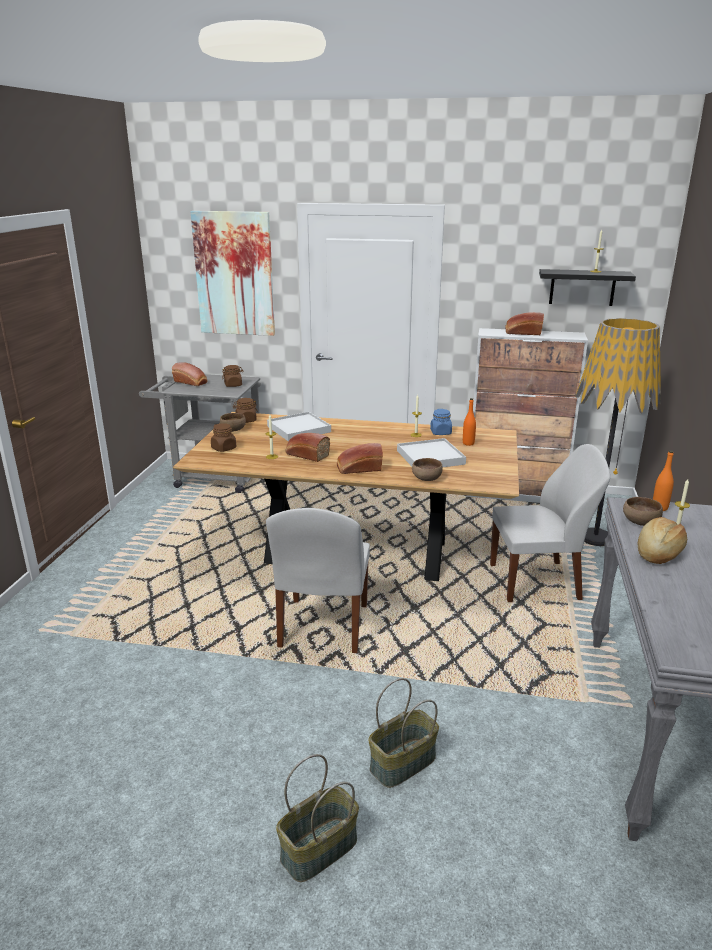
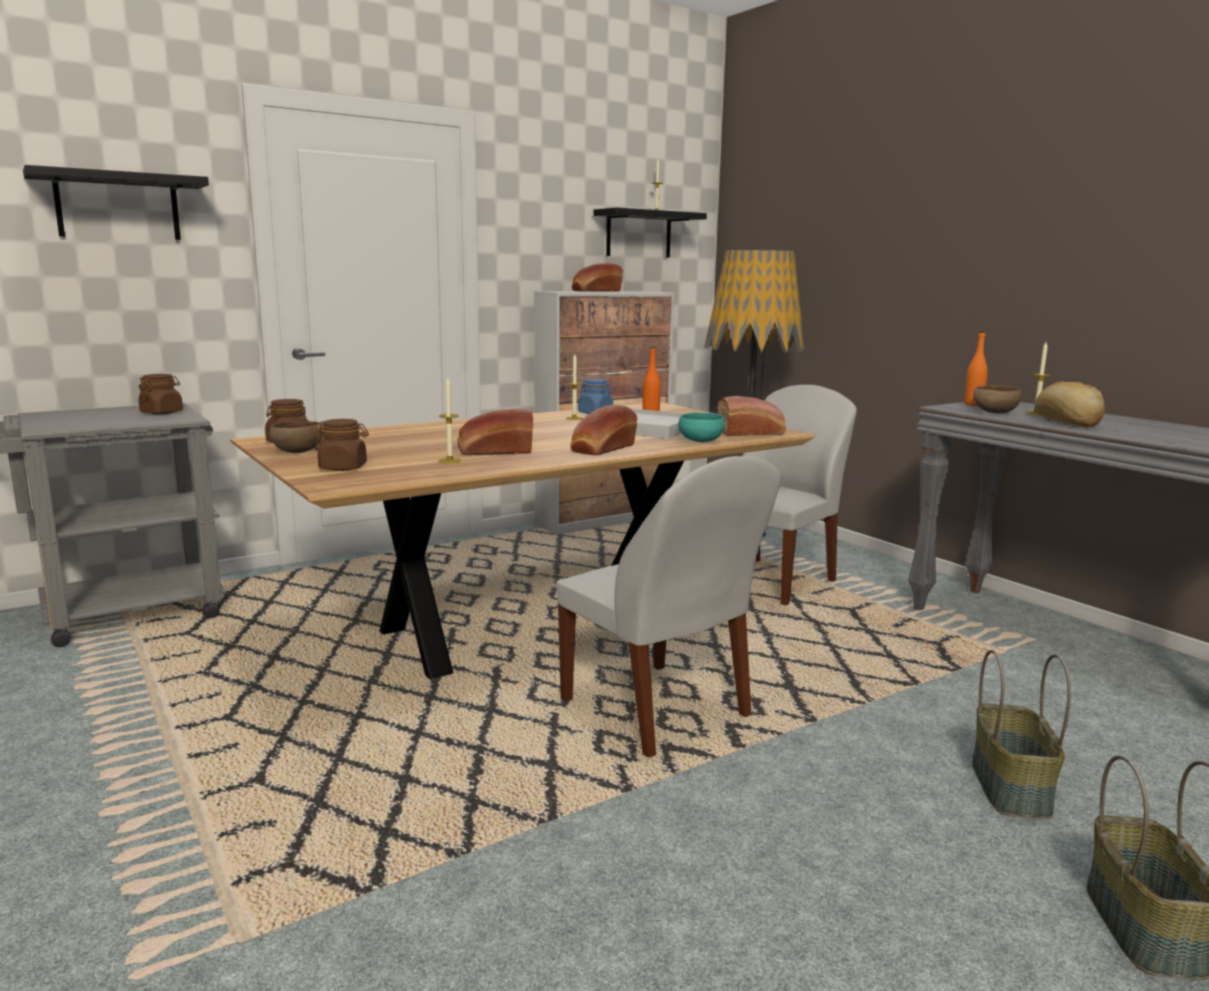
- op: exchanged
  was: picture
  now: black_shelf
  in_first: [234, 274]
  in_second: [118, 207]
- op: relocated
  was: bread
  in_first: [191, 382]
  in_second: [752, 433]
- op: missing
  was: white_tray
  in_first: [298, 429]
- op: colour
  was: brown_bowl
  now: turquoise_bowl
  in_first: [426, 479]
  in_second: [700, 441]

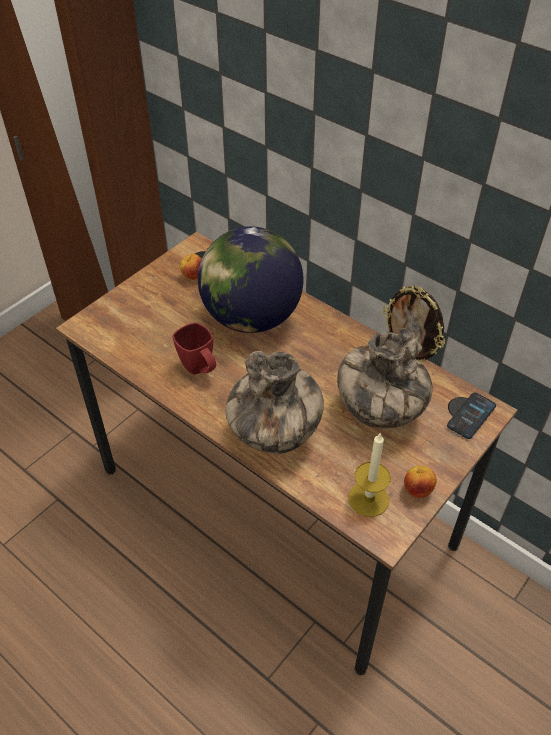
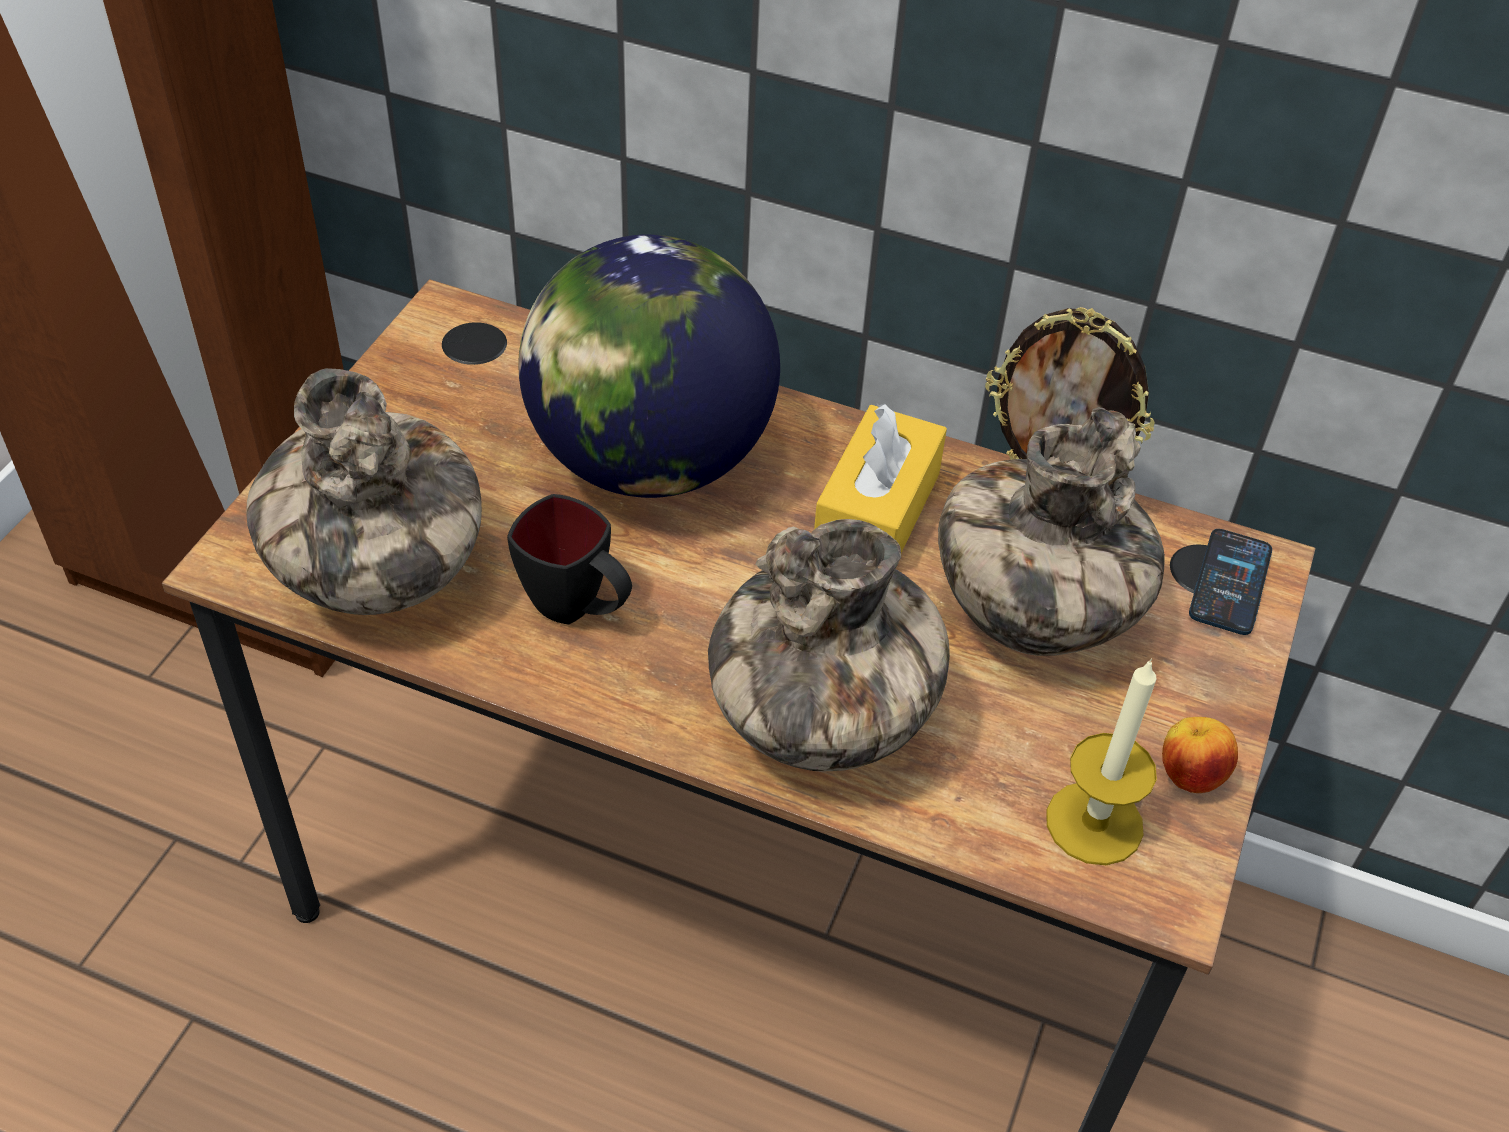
- op: missing
  was: apple
  in_first: [193, 276]
- op: colour
  was: red_mug
  now: black_mug
  in_first: [200, 370]
  in_second: [578, 610]
- op: appeared
  now: vase
  in_second: [380, 578]
- op: appeared
  now: yellow_tissue_box
  in_second: [877, 511]

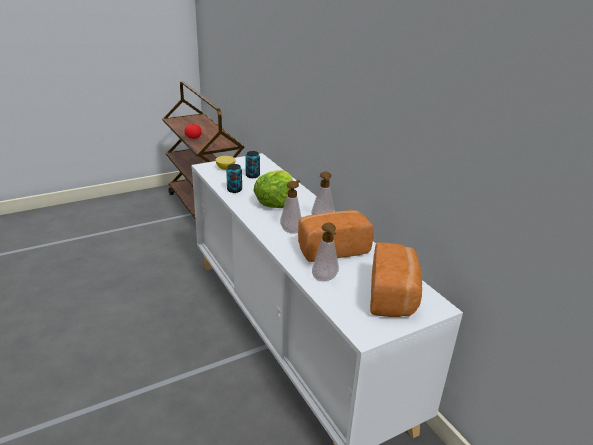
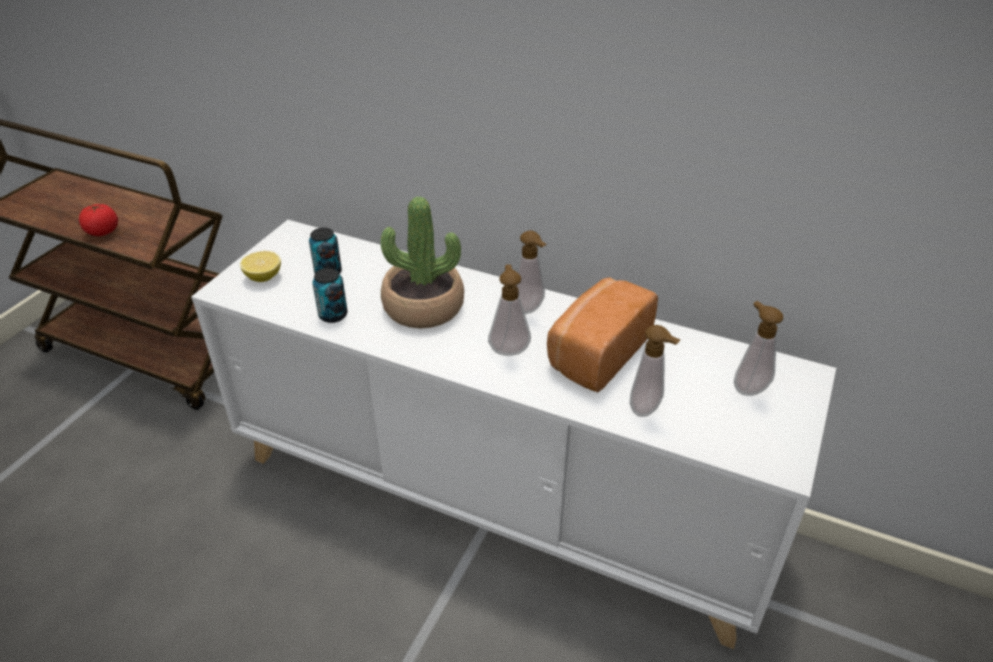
- op: exchanged
  was: lettuce
  now: potted_plant
  in_first: [275, 201]
  in_second: [423, 307]
- op: exchanged
  was: bread
  now: soap_dispenser
  in_first: [393, 296]
  in_second: [748, 387]

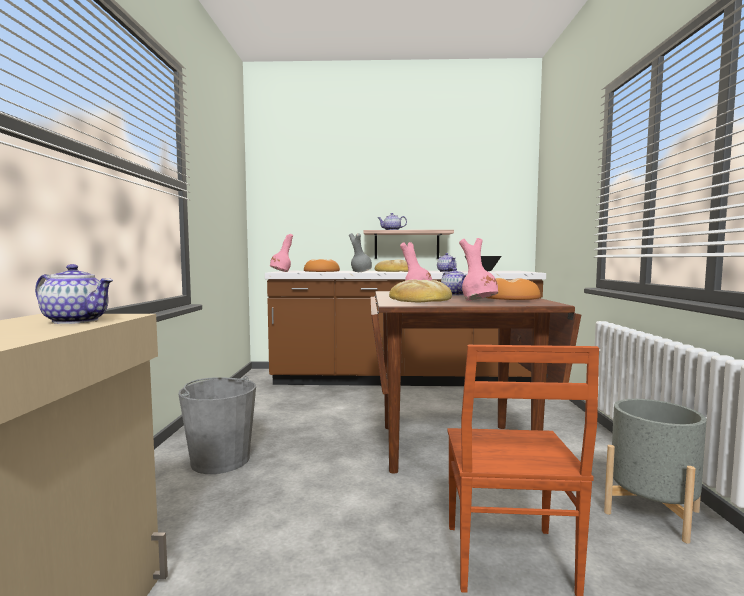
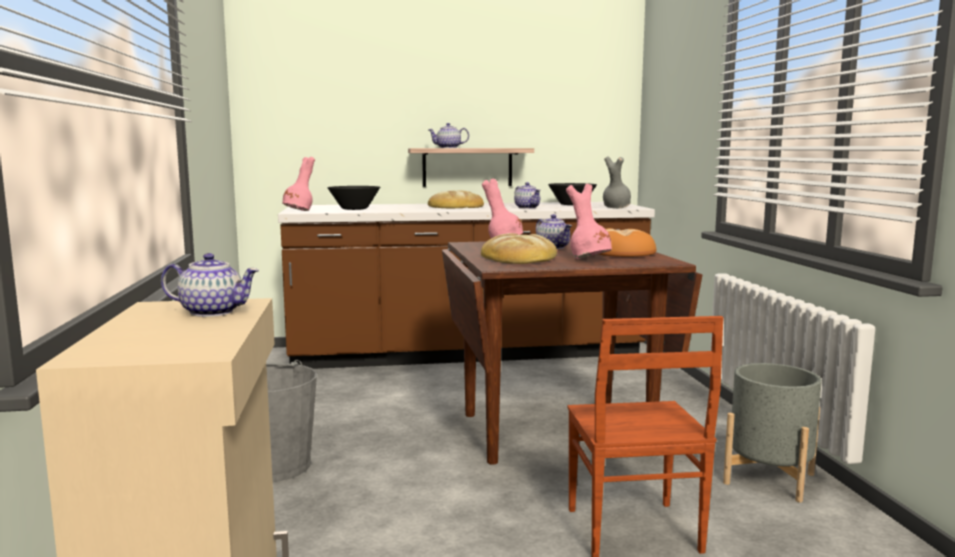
- op: relocated
  was: grey_vase
  in_first: [360, 272]
  in_second: [615, 208]
- op: exchanged
  was: bread
  now: black_bowl
  in_first: [321, 271]
  in_second: [354, 209]

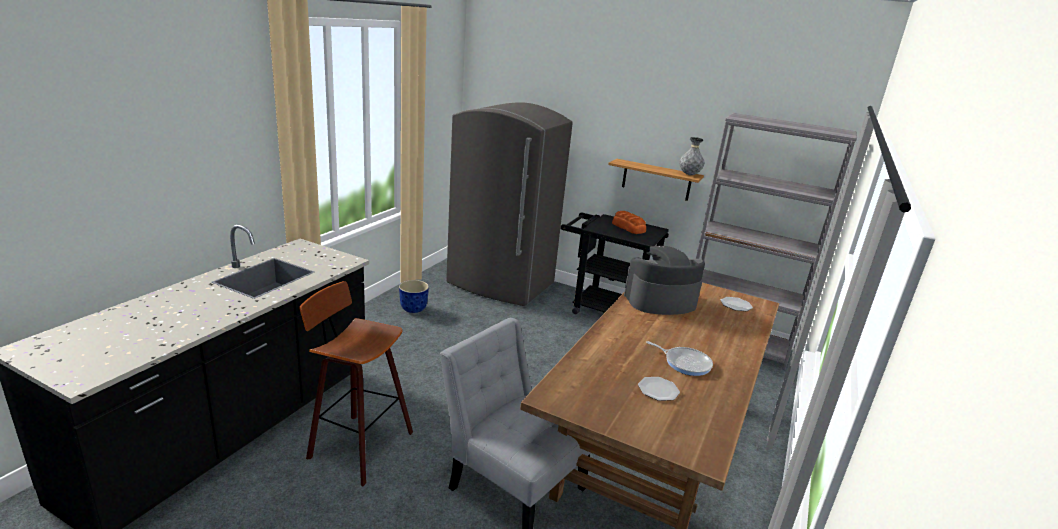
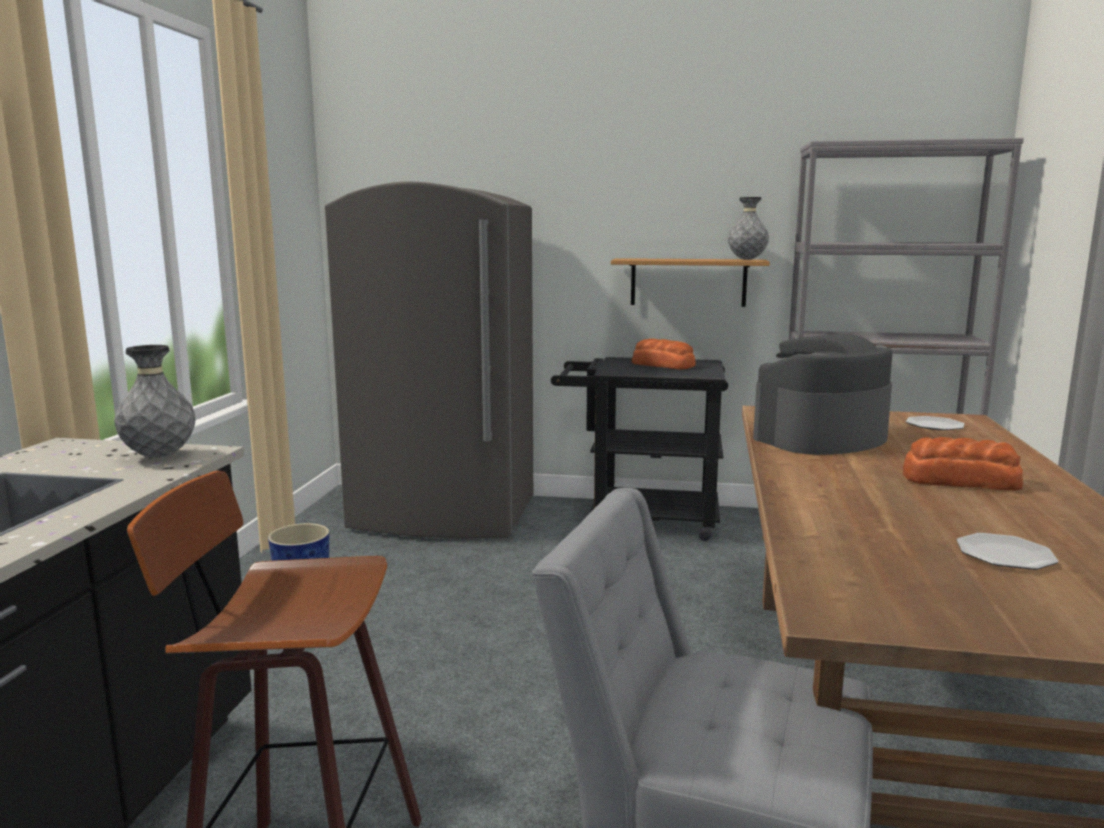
- op: missing
  was: frying_pan
  in_first: [685, 363]
- op: appeared
  now: grey_vase
  in_second: [160, 456]
- op: appeared
  now: bread
  in_second: [958, 480]

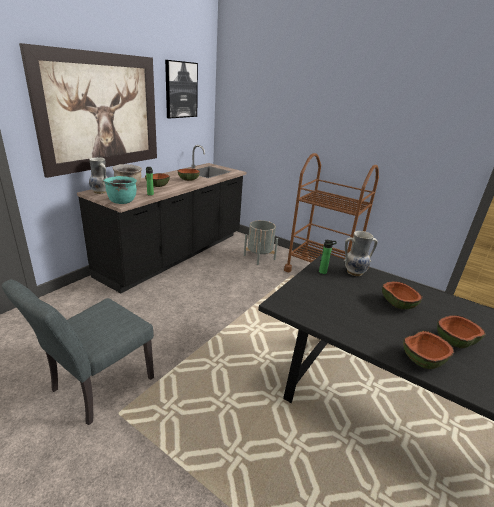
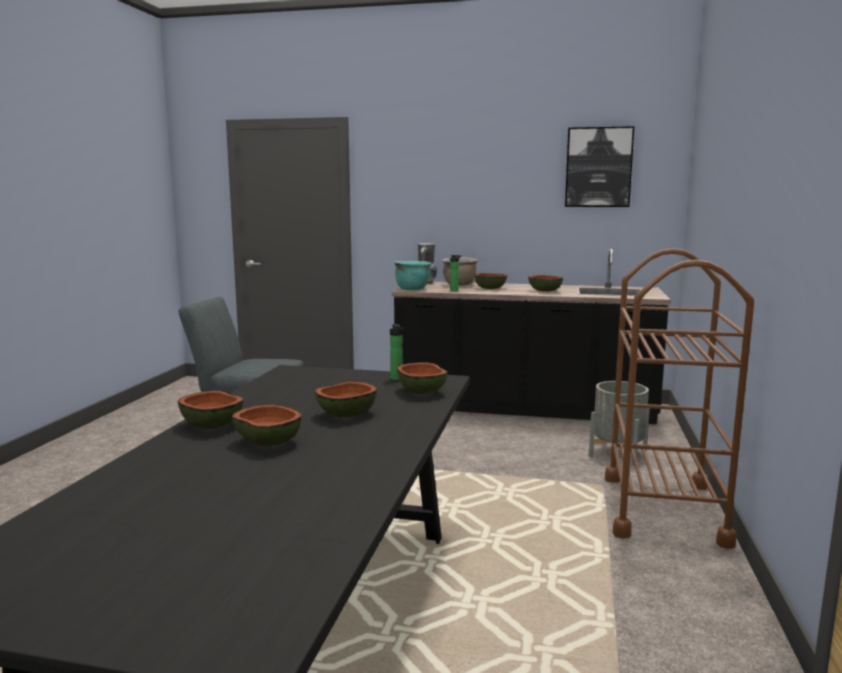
- op: missing
  was: picture
  in_first: [101, 112]
- op: exchanged
  was: vase
  now: bowl
  in_first: [354, 272]
  in_second: [422, 391]

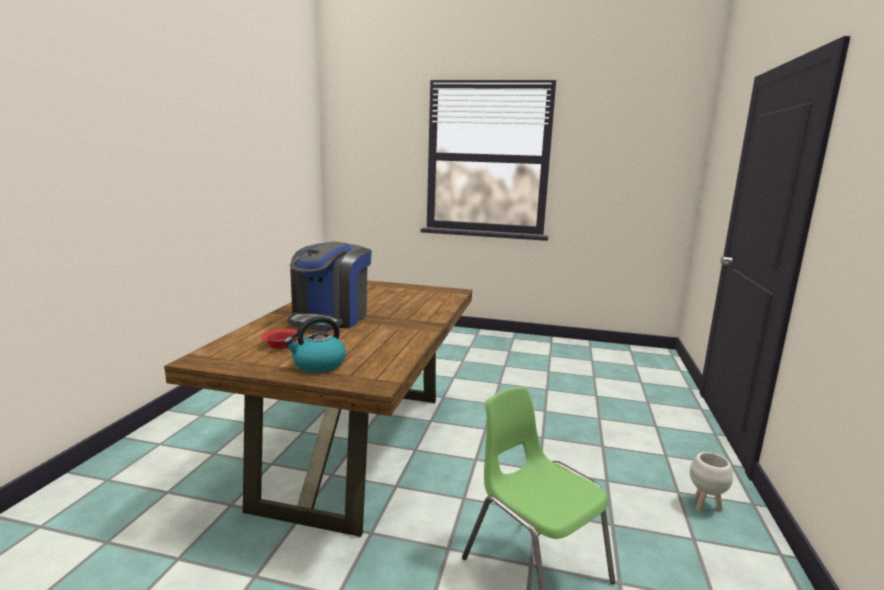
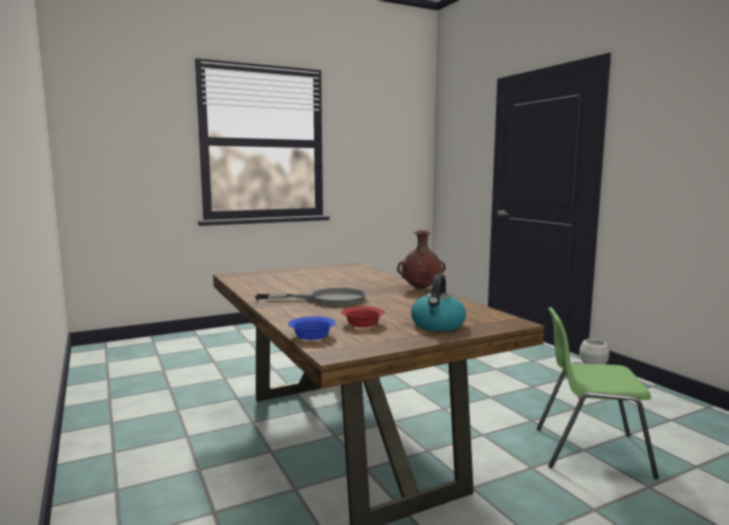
- op: exchanged
  was: coffee_machine
  now: grey_frying_pan
  in_first: [330, 318]
  in_second: [327, 299]
- op: appeared
  now: brown_vase
  in_second: [420, 289]
- op: appeared
  now: blue_bowl
  in_second: [312, 335]

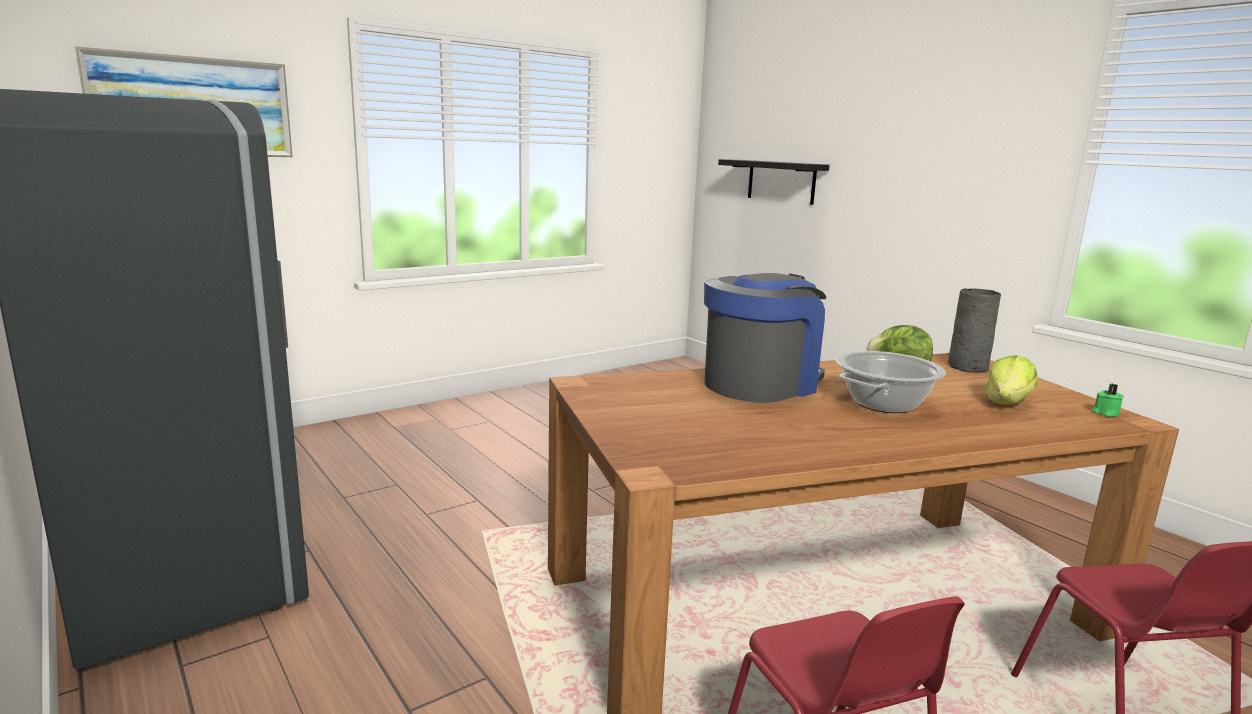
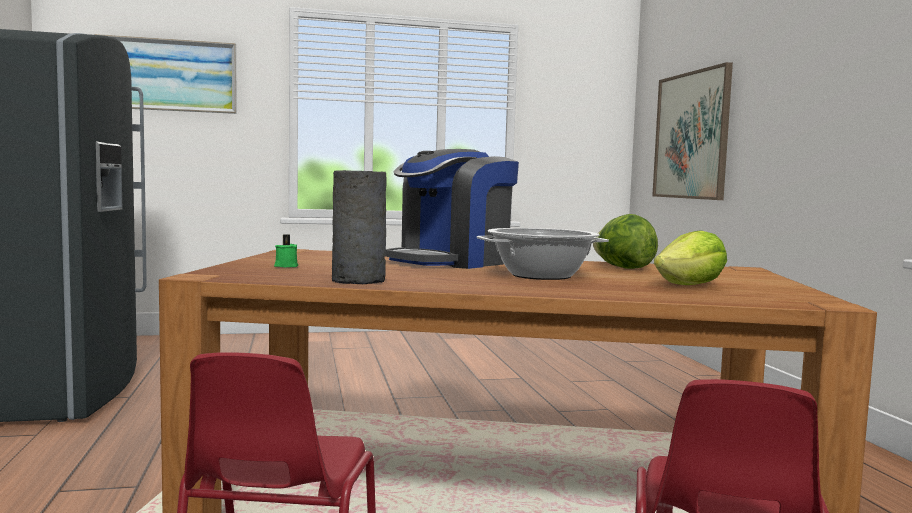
- op: exchanged
  was: black_shelf
  now: picture
  in_first: [781, 181]
  in_second: [691, 135]
- op: spun
  was: coffee_machine
  in_first: [760, 384]
  in_second: [452, 261]
  clockwise: 150
- op: relocated
  was: grey_vase
  in_first: [968, 367]
  in_second: [360, 280]
- op: relocated
  was: green_candle
  in_first: [1105, 413]
  in_second: [285, 266]

